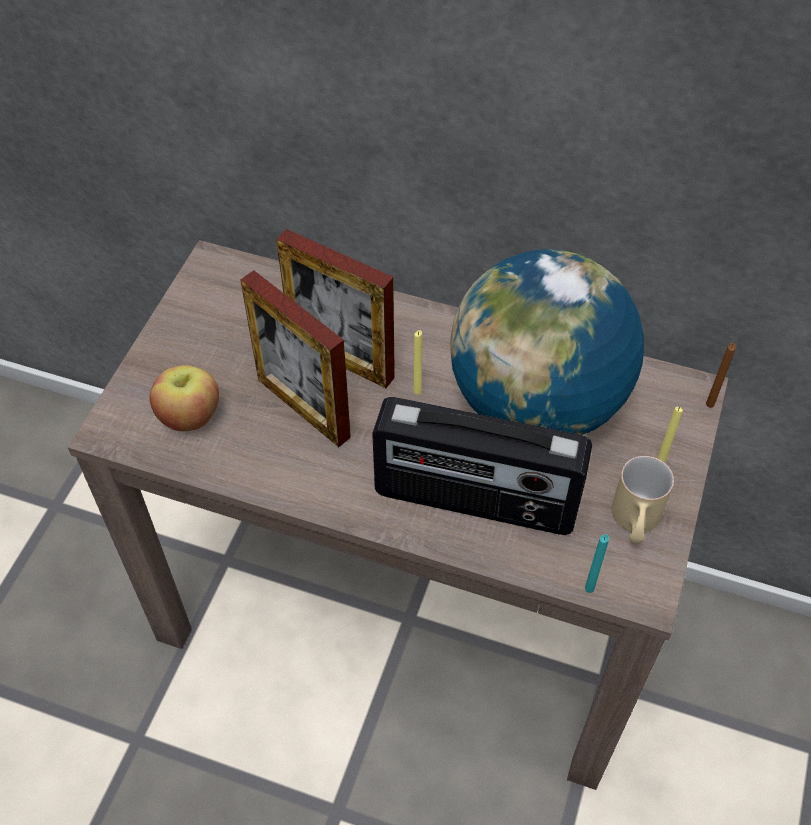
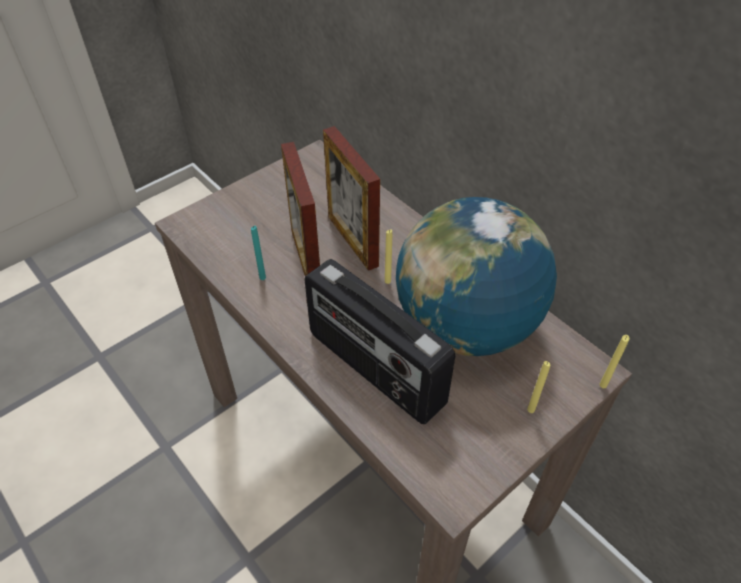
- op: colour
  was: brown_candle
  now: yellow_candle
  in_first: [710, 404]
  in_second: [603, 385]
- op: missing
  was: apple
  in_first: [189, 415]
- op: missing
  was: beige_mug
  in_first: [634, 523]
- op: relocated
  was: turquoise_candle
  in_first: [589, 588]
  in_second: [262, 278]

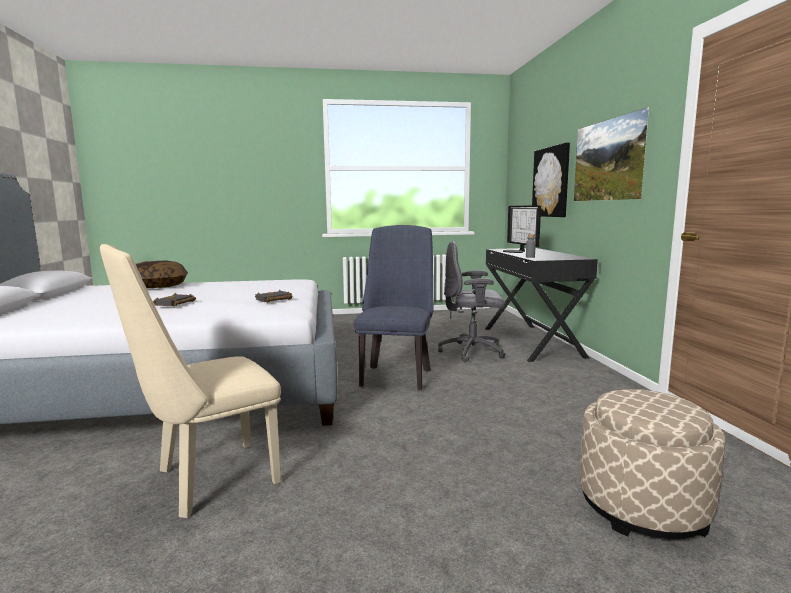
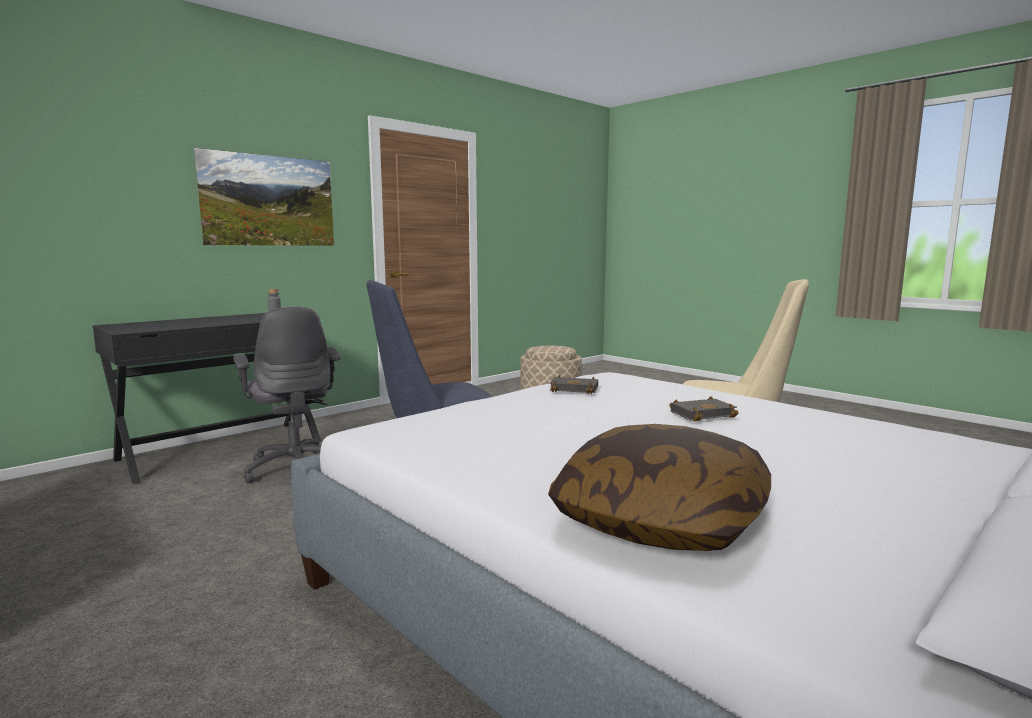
- op: missing
  was: picture
  in_first: [551, 182]
- op: missing
  was: monitor
  in_first: [516, 251]

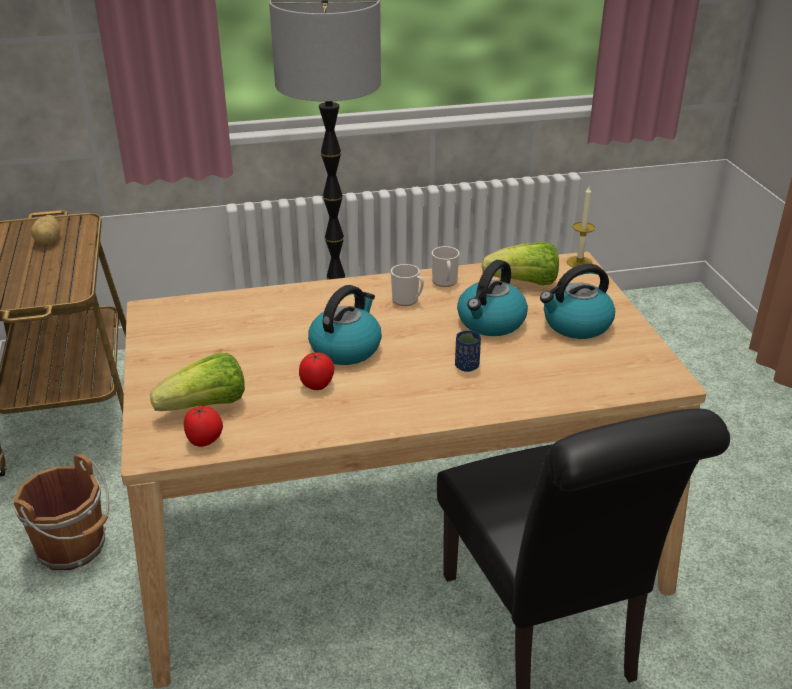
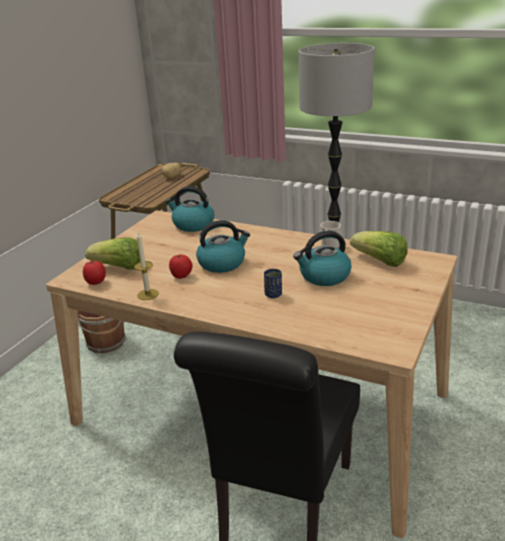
- op: relocated
  was: candle
  in_first: [579, 262]
  in_second: [148, 294]
- op: missing
  was: mug
  in_first: [407, 300]
- op: relocated
  was: kettle
  in_first: [576, 325]
  in_second: [192, 225]

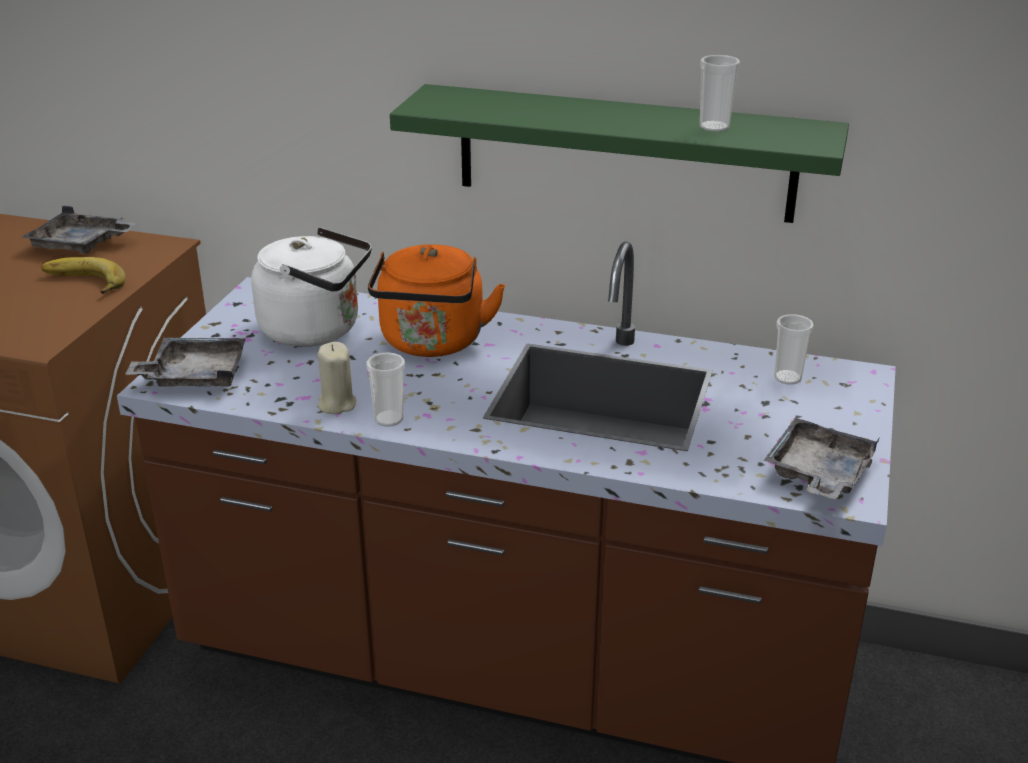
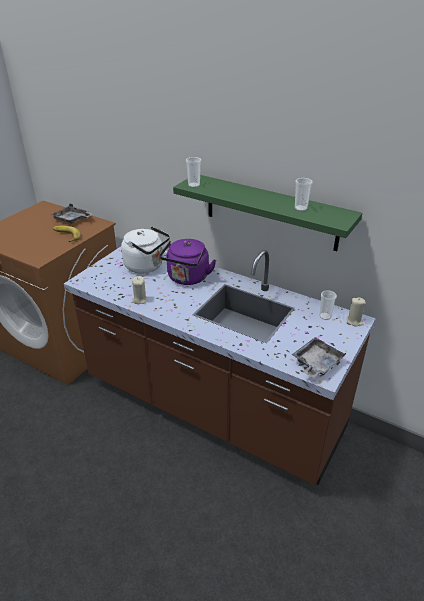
- op: colour
  was: orange_kettle
  now: purple_kettle
  in_first: [432, 343]
  in_second: [187, 278]
- op: missing
  was: grey_tray
  in_first: [194, 376]
- op: relocated
  was: cup
  in_first: [389, 419]
  in_second: [194, 185]
- op: appeared
  now: beige_candle
  in_second: [354, 321]

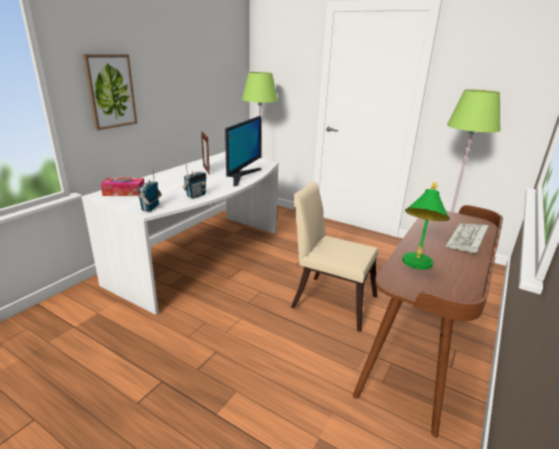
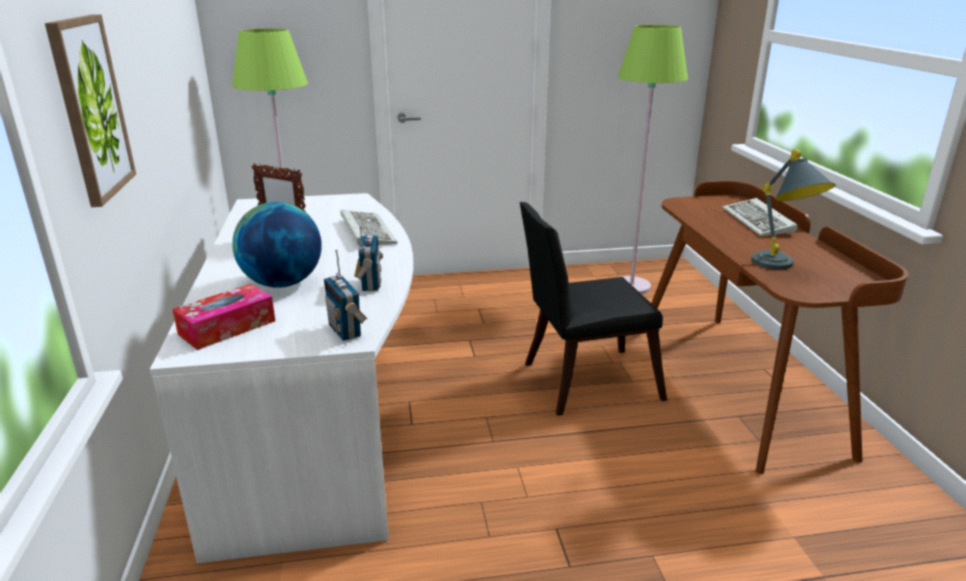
- op: exchanged
  was: monitor
  now: keyboard
  in_first: [241, 176]
  in_second: [366, 231]
- op: colour
  was: beige_chair
  now: black_chair
  in_first: [329, 299]
  in_second: [582, 381]
- op: colour
  was: green_table_lamp
  now: grey_table_lamp
  in_first: [415, 266]
  in_second: [781, 267]
- op: appeared
  now: globe
  in_second: [282, 283]

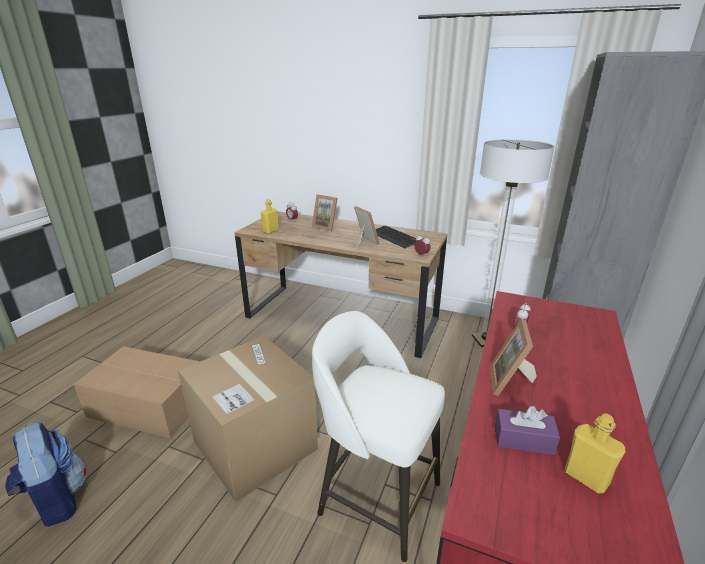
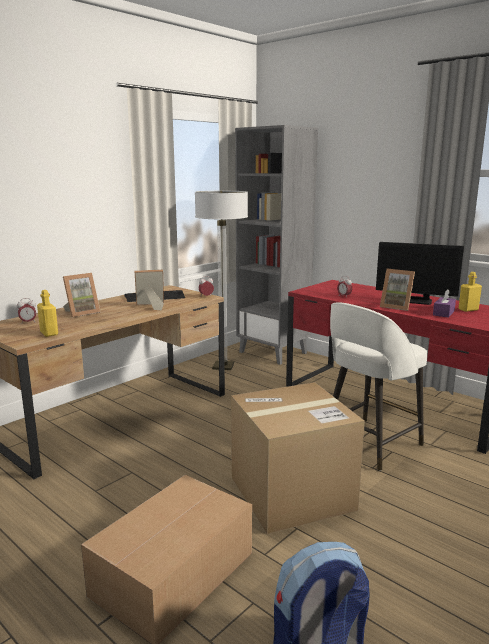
- op: appeared
  now: monitor
  in_second: [415, 301]

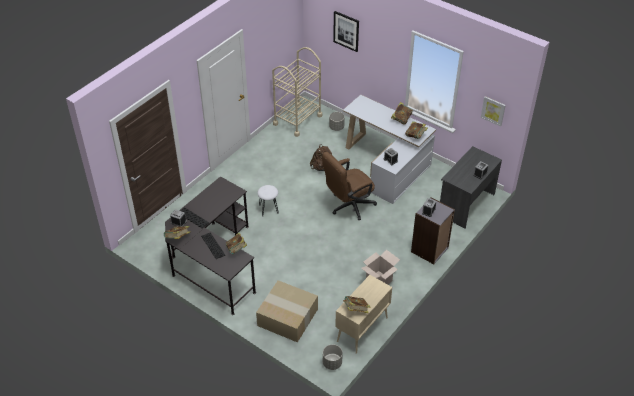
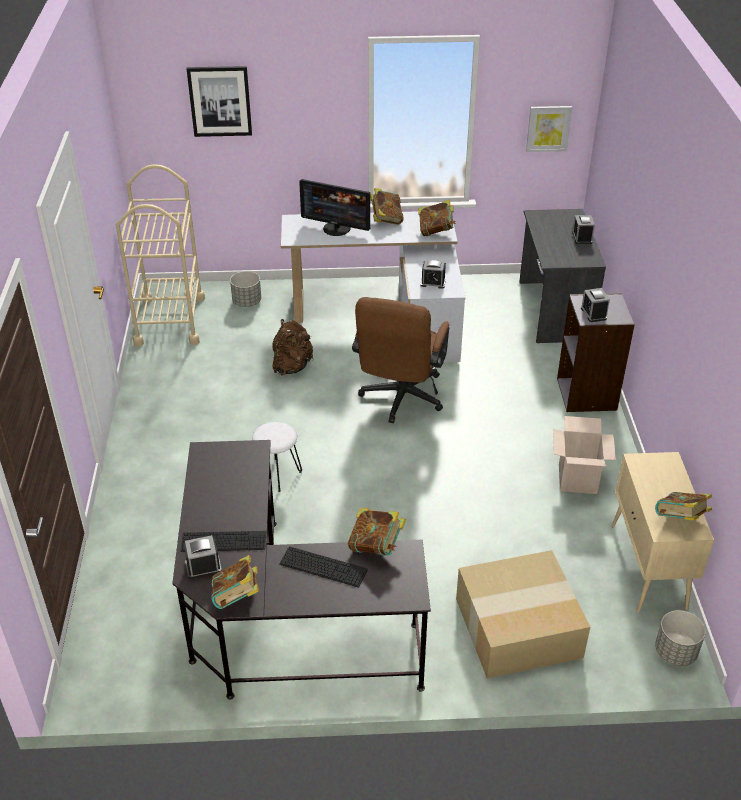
- op: appeared
  now: monitor
  in_second: [336, 228]

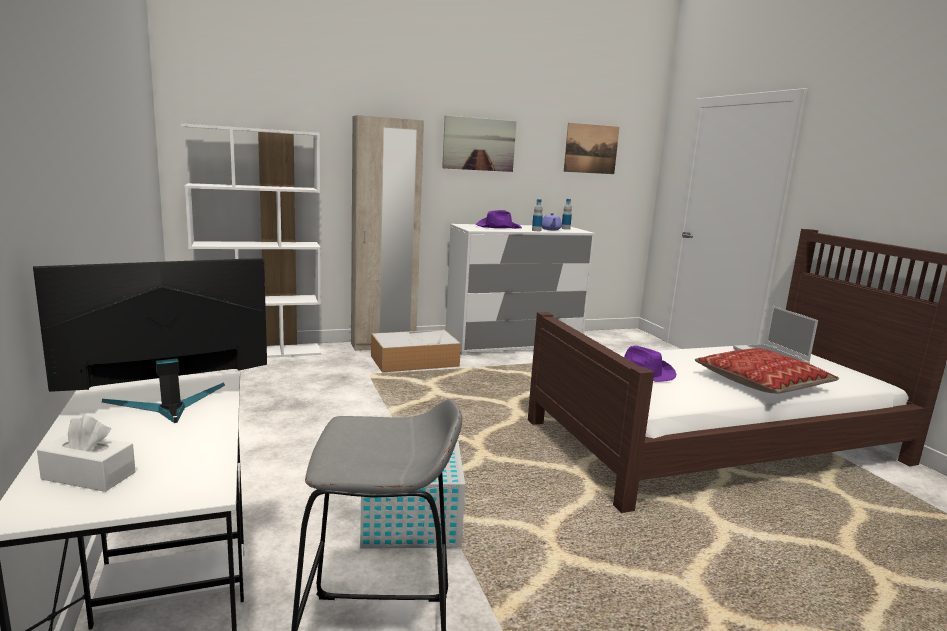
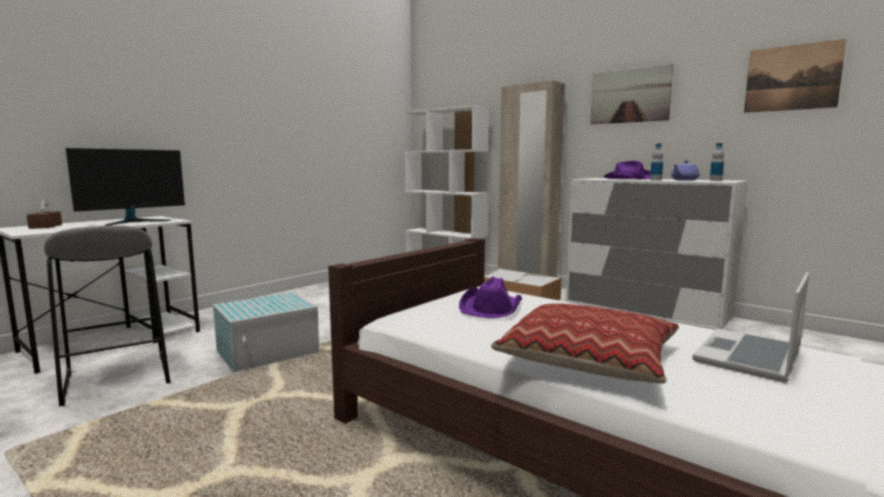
- op: spun
  was: monitor
  in_first: [168, 404]
  in_second: [134, 221]
  clockwise: 105
- op: colour
  was: white_tissue_box
  now: brown_tissue_box
  in_first: [89, 476]
  in_second: [45, 226]

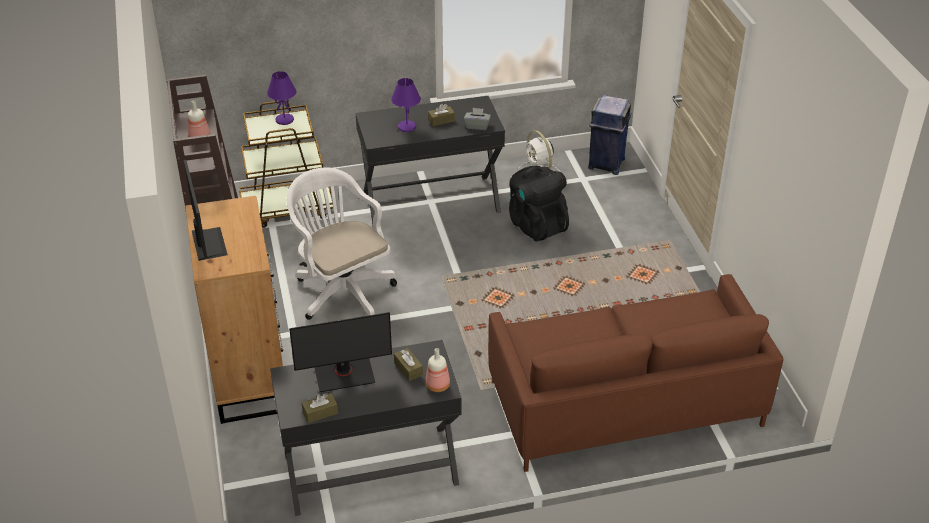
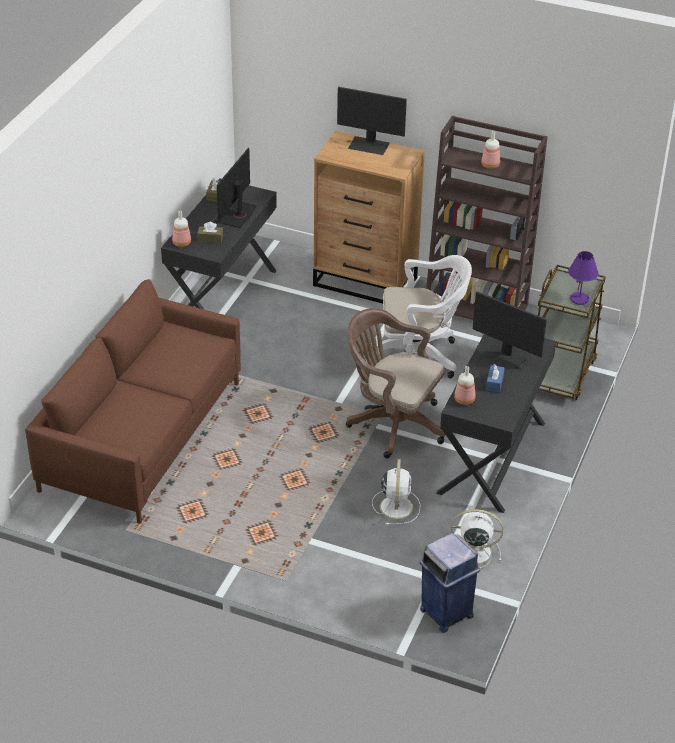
- op: exchanged
  was: purple_table_lamp
  now: monitor
  in_first: [406, 127]
  in_second: [503, 358]
- op: colour
  was: brown_tissue_box
  now: blue_tissue_box
  in_first: [441, 120]
  in_second: [494, 383]
- op: exchanged
  was: grey_tissue_box
  now: bottle
  in_first: [477, 126]
  in_second: [464, 399]
- op: exchanged
  was: black_backpack
  now: white_fan
  in_first: [536, 224]
  in_second: [396, 506]
- op: appeared
  now: brown_office_chair
  in_second: [392, 423]

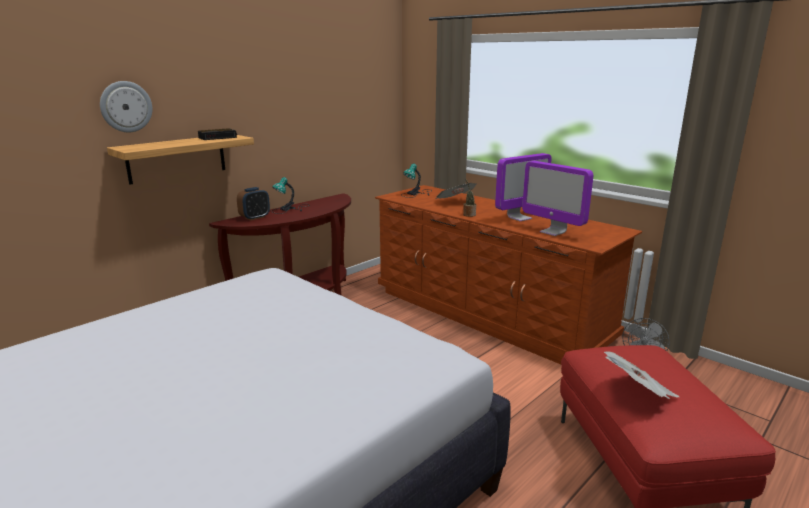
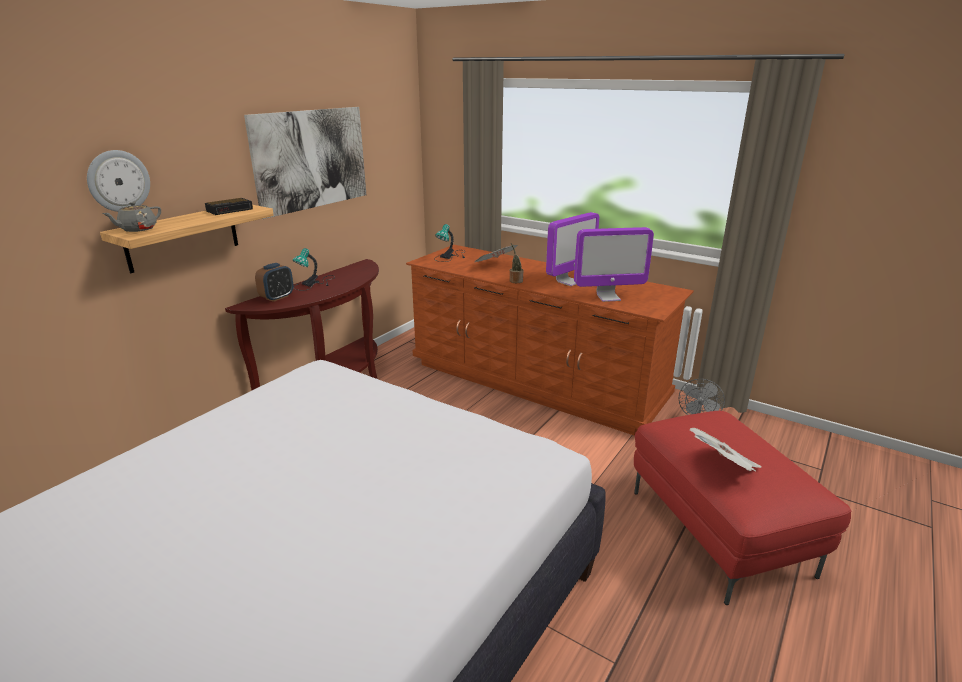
- op: spun
  was: monitor
  in_first: [553, 232]
  in_second: [608, 297]
  clockwise: -45
- op: appeared
  now: picture
  in_second: [311, 159]
- op: appeared
  now: grey_teapot
  in_second: [137, 229]

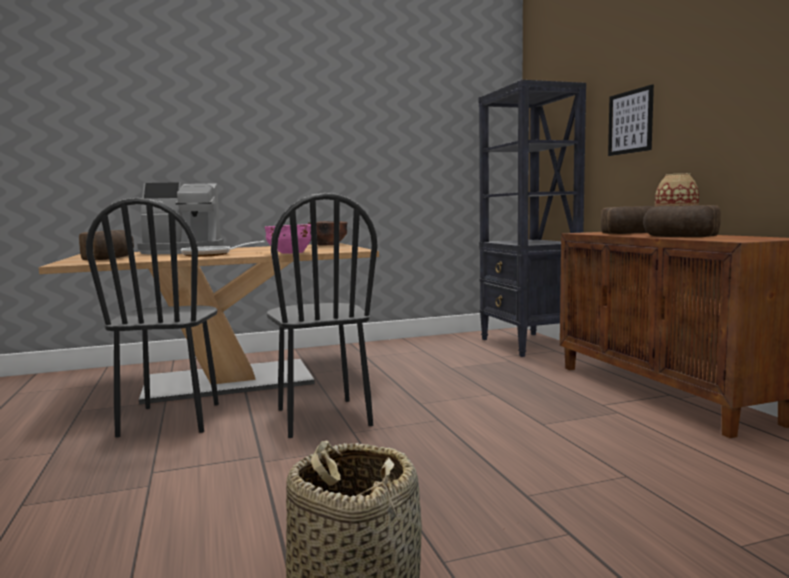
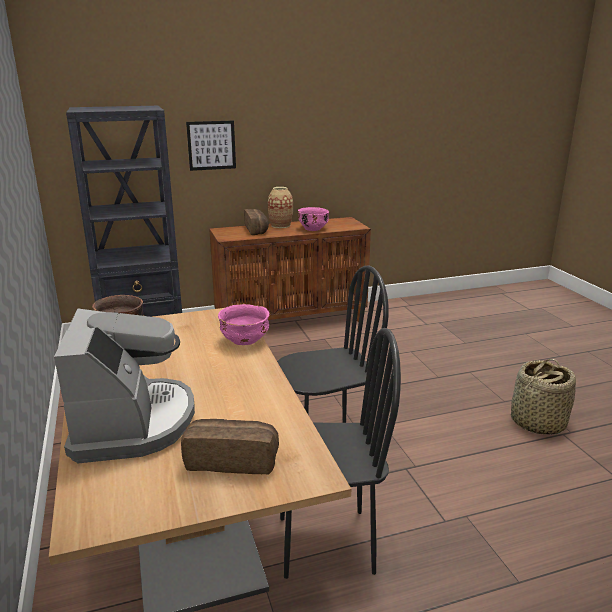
- op: exchanged
  was: bread
  now: pink_bowl
  in_first: [678, 237]
  in_second: [313, 229]
- op: missing
  was: frying_pan
  in_first: [211, 255]

